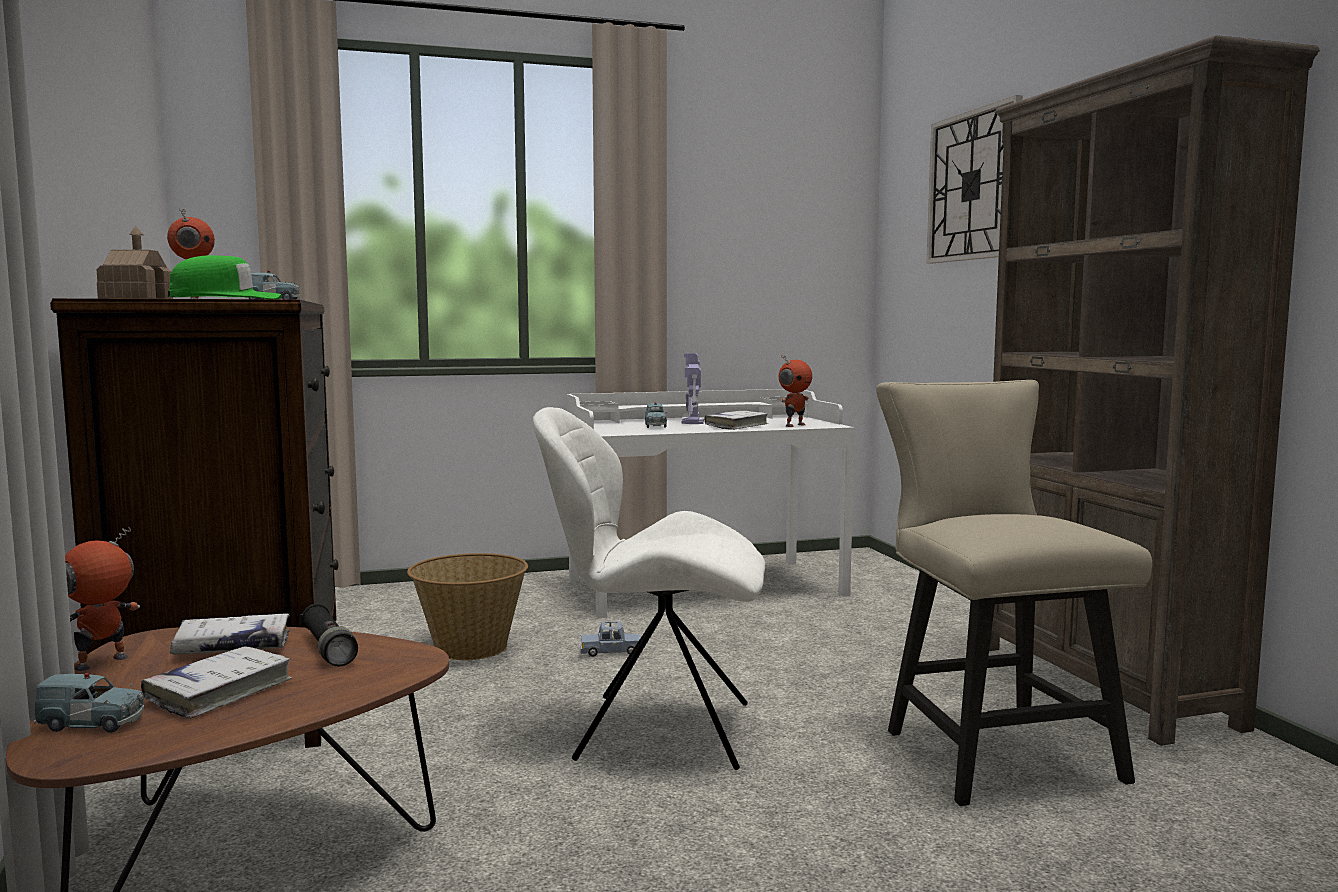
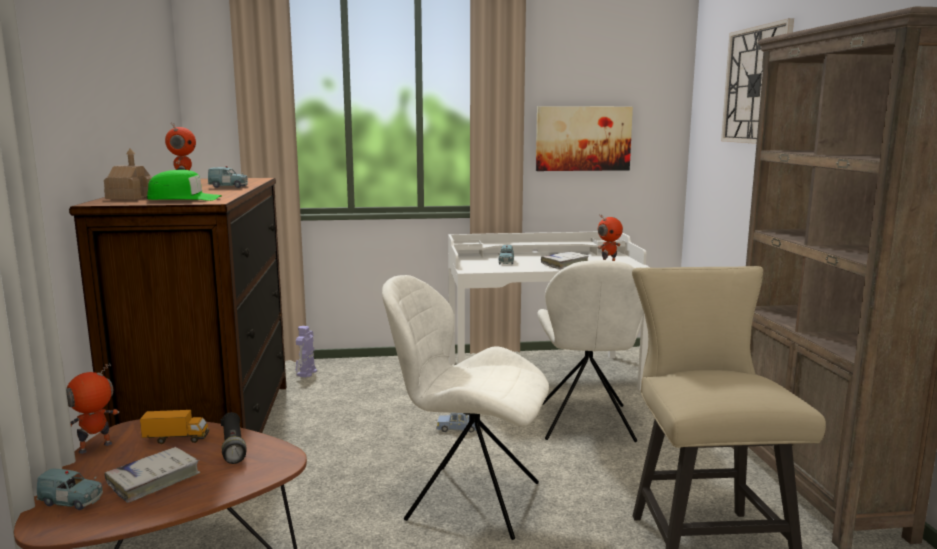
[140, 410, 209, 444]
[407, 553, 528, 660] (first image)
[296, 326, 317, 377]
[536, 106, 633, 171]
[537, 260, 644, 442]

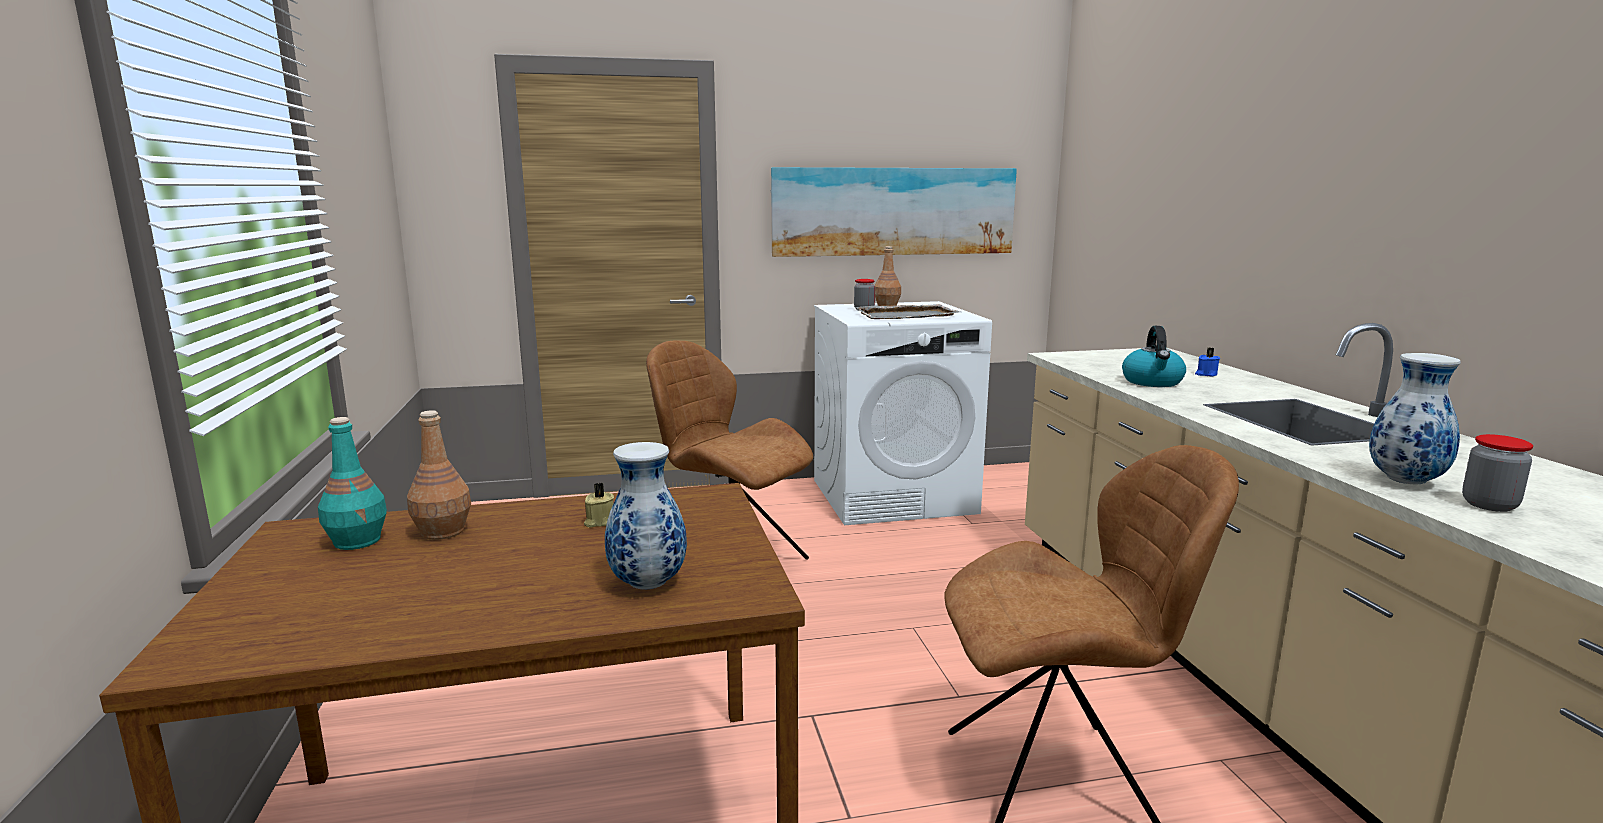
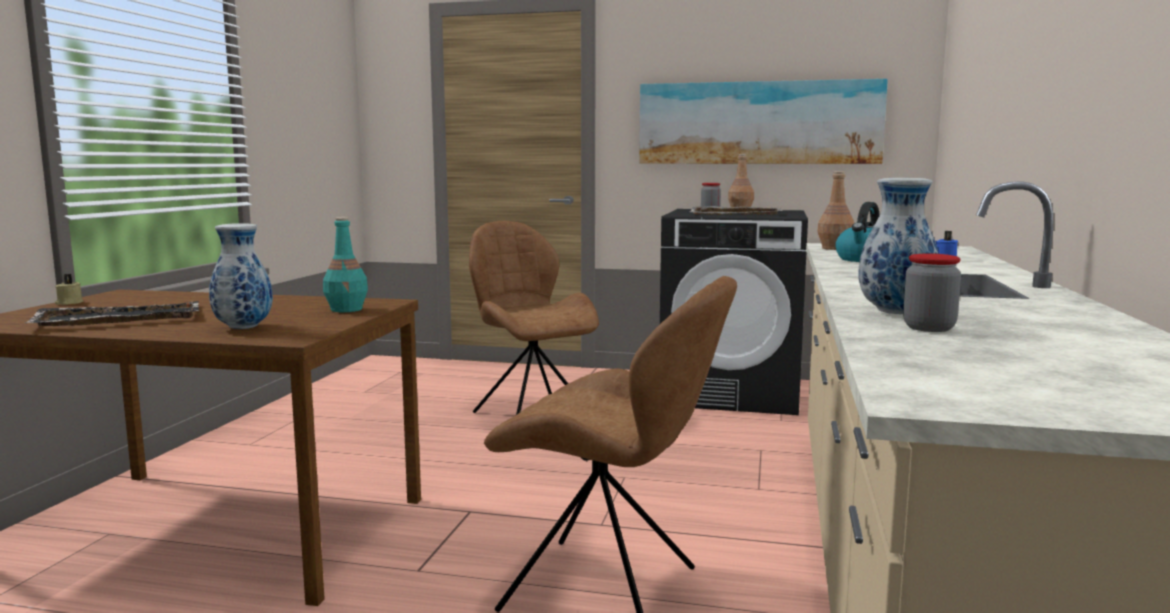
[323, 217, 368, 312]
[817, 171, 854, 250]
[55, 274, 84, 305]
[660, 209, 808, 415]
[25, 301, 199, 326]

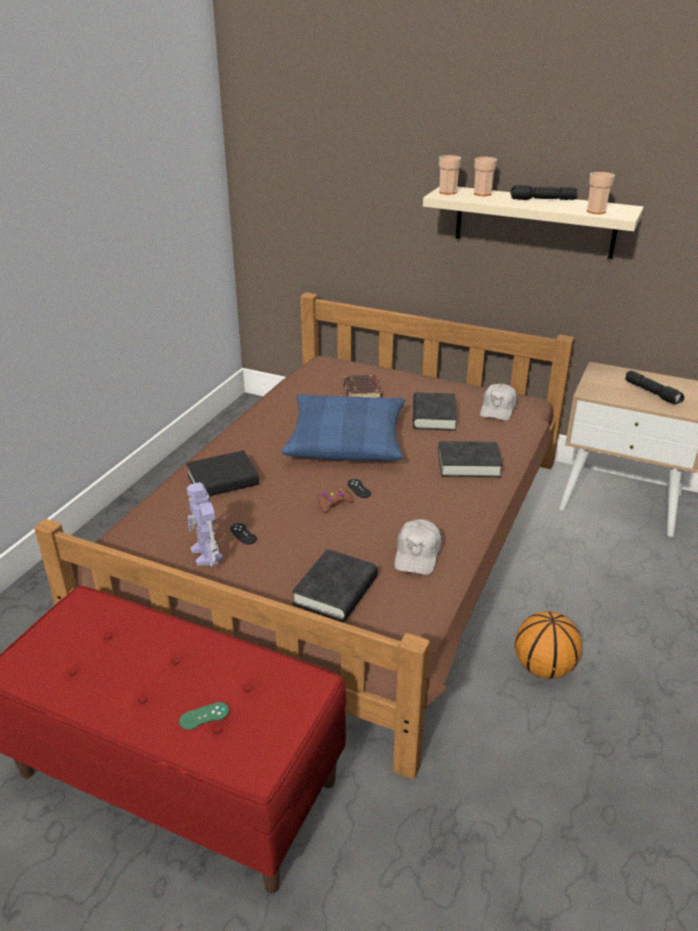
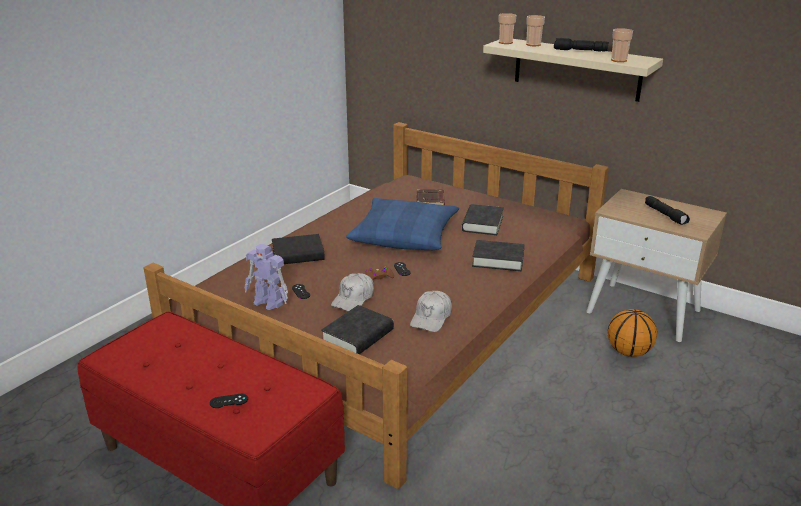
[210, 394, 248, 408]
[244, 244, 288, 310]
[331, 273, 374, 311]
[608, 309, 657, 357]

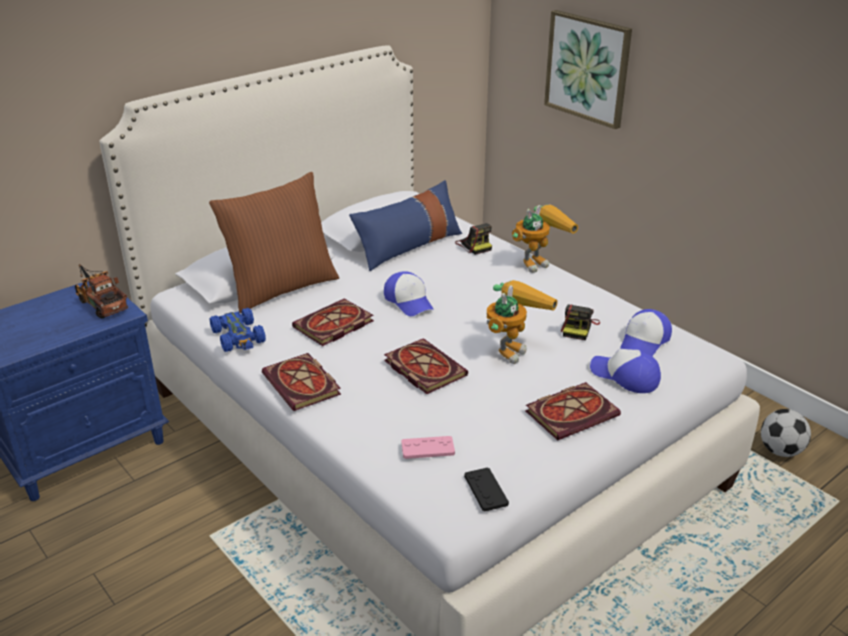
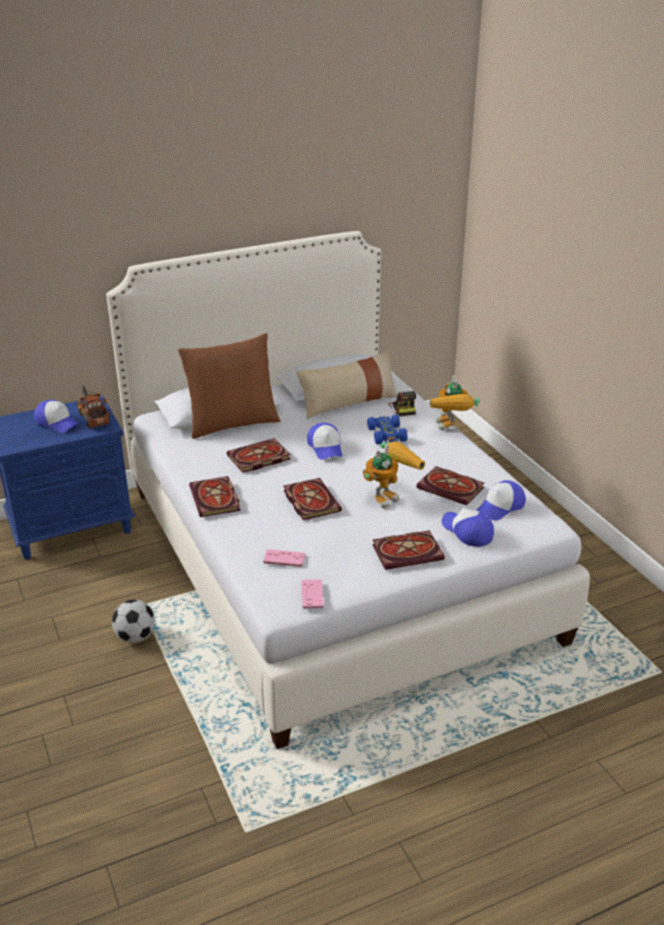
[367, 415, 408, 444]
[296, 350, 397, 419]
[302, 579, 324, 609]
[430, 375, 480, 430]
[544, 10, 632, 129] (first image)
[416, 466, 484, 505]
[112, 600, 155, 643]
[34, 400, 79, 433]

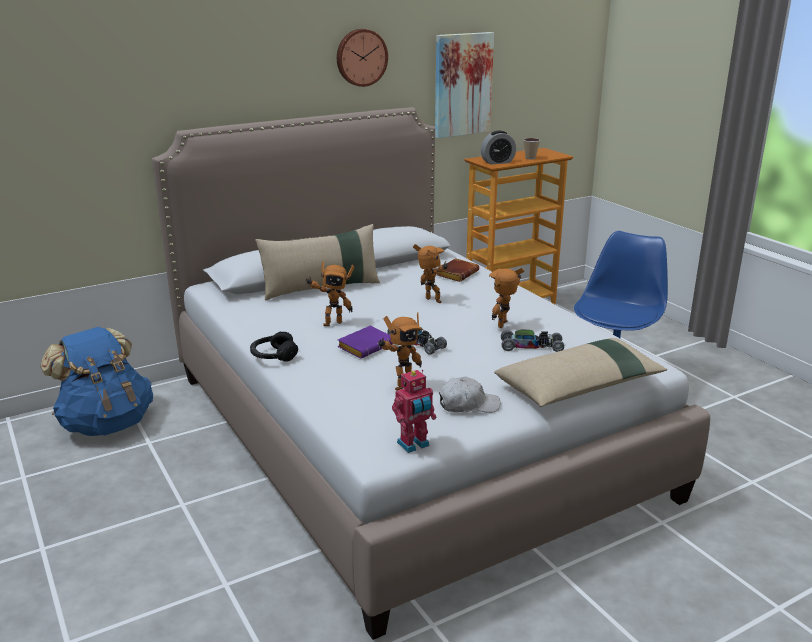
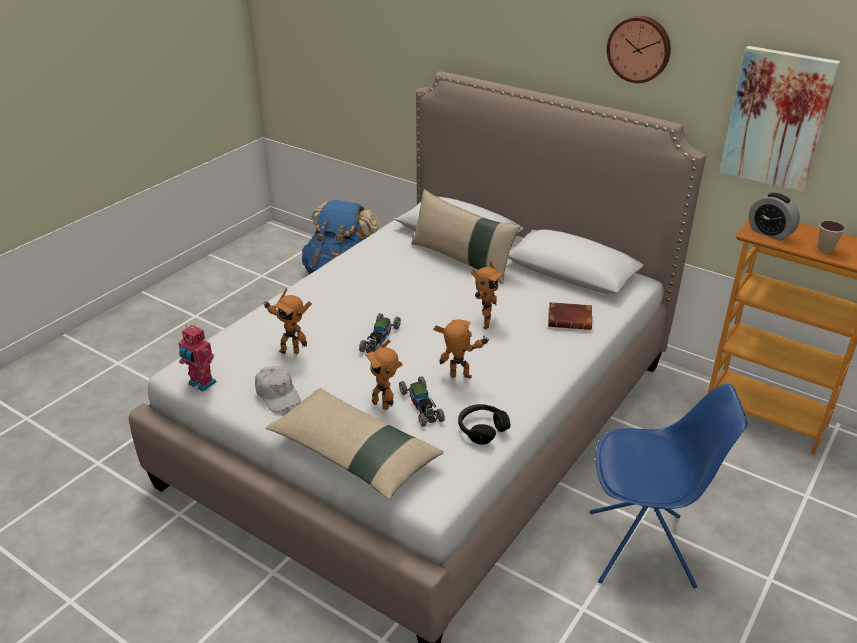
[458, 404, 510, 445]
[365, 339, 403, 410]
[337, 326, 393, 359] (first image)

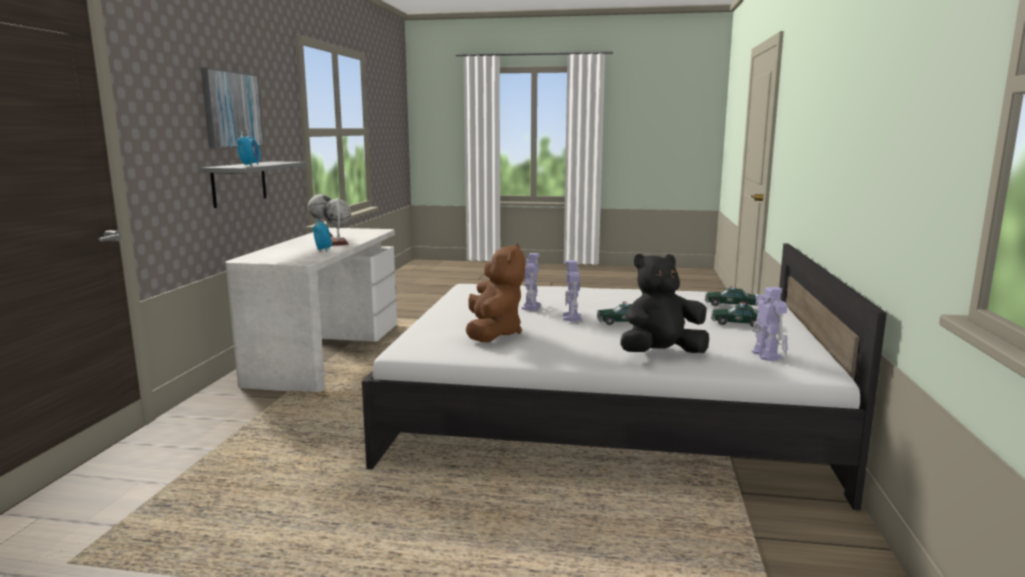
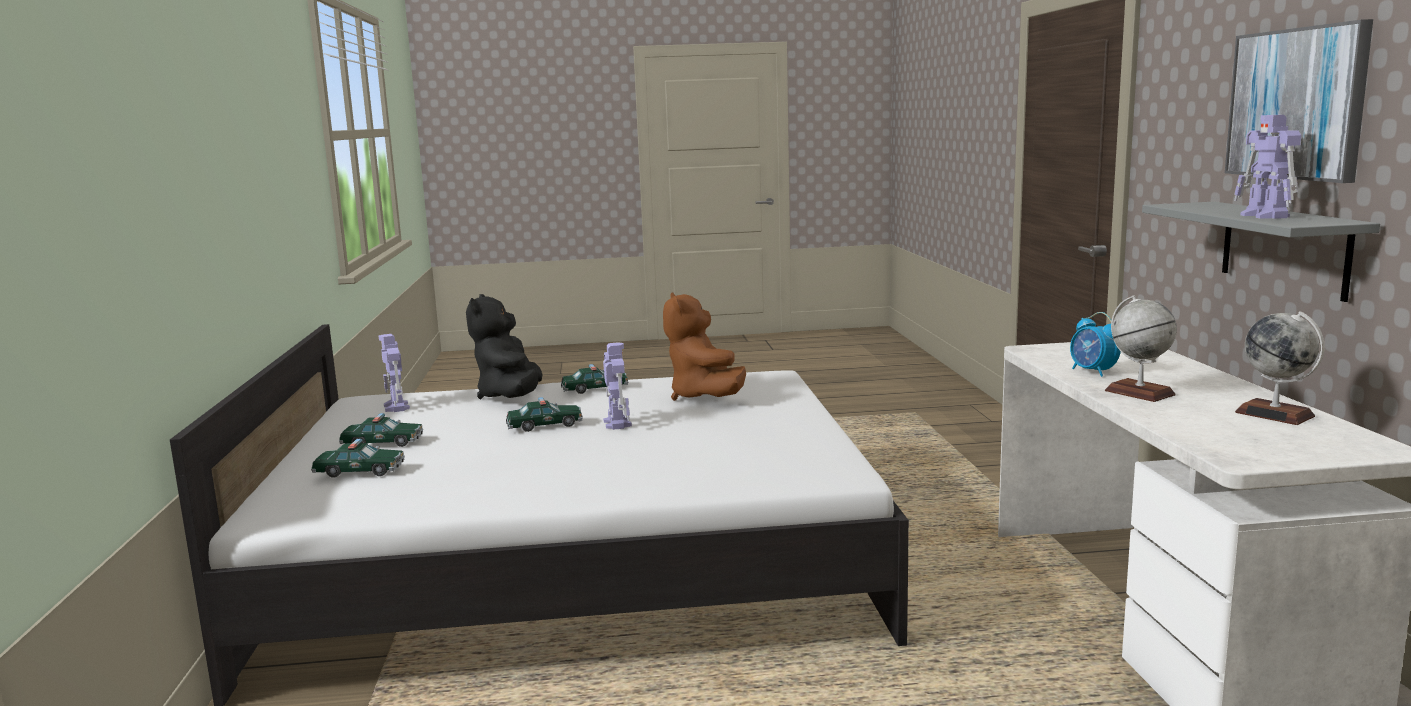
[237, 131, 261, 166] (first image)
[1234, 115, 1301, 219]
[466, 294, 543, 399]
[561, 364, 628, 394]

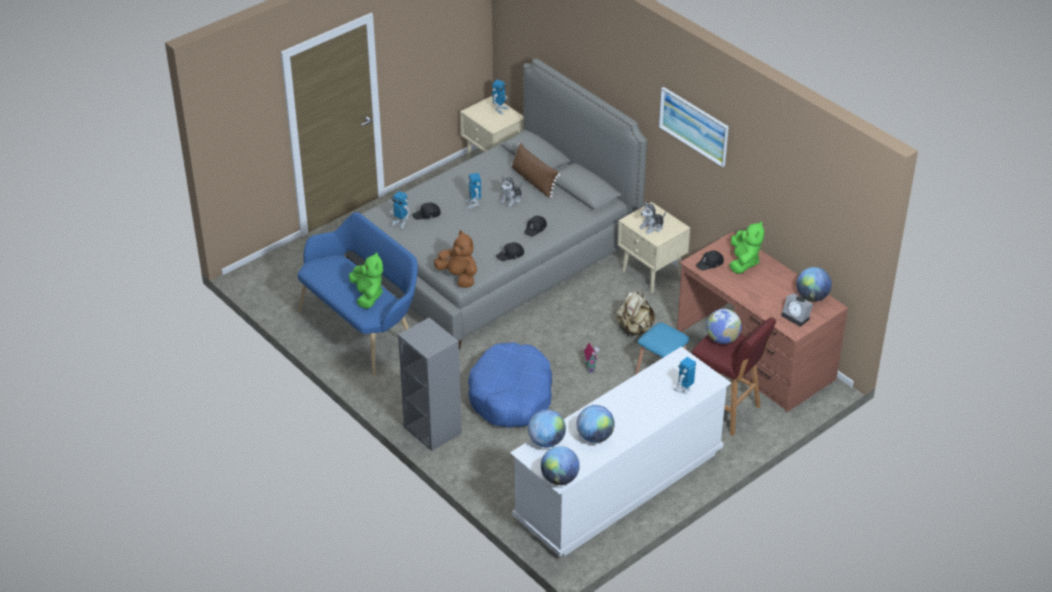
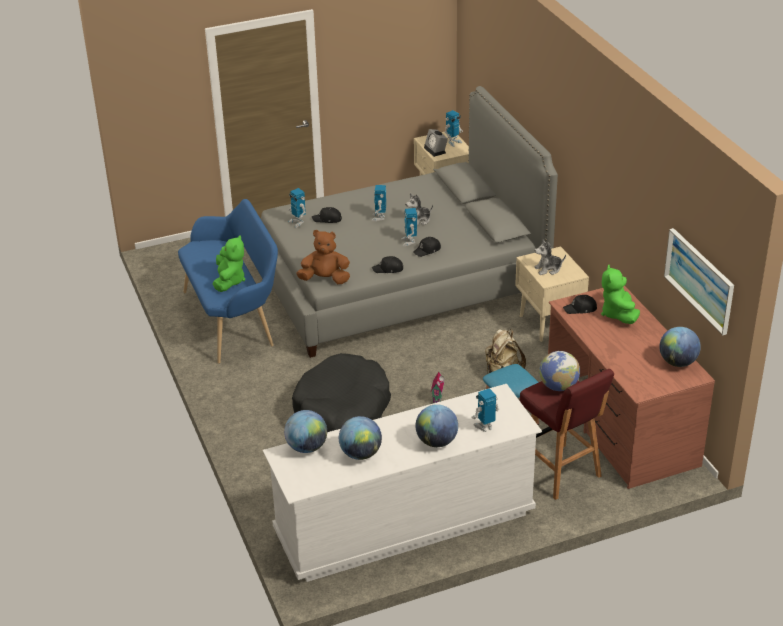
[398, 318, 462, 451] (first image)
[296, 230, 350, 284]
[292, 353, 391, 432]
[511, 143, 560, 198] (first image)
[415, 404, 458, 447]
[664, 228, 734, 336]
[601, 265, 640, 324]
[424, 129, 448, 157]
[401, 208, 417, 246]

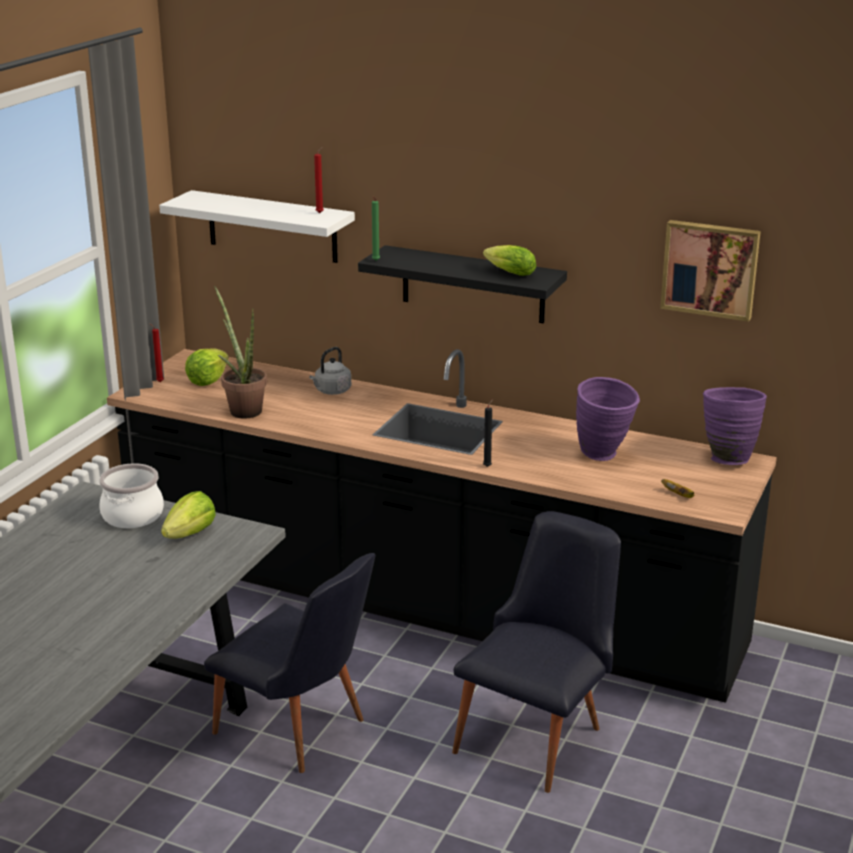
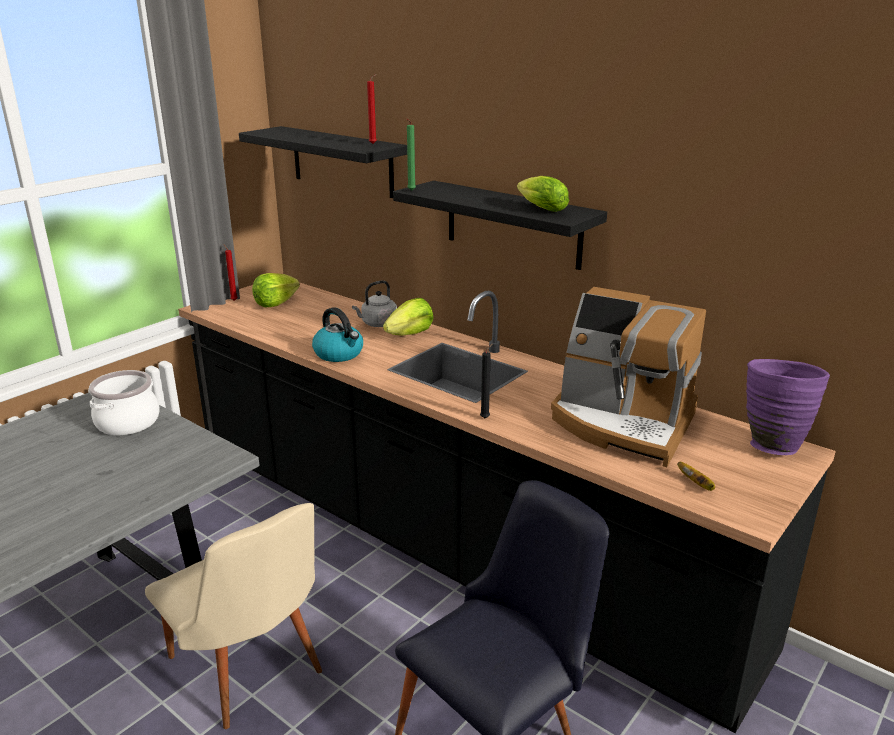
[239, 126, 407, 198]
[383, 298, 433, 336]
[145, 503, 322, 729]
[214, 286, 267, 419] (first image)
[551, 287, 706, 467]
[660, 220, 761, 322] (first image)
[312, 307, 363, 362]

